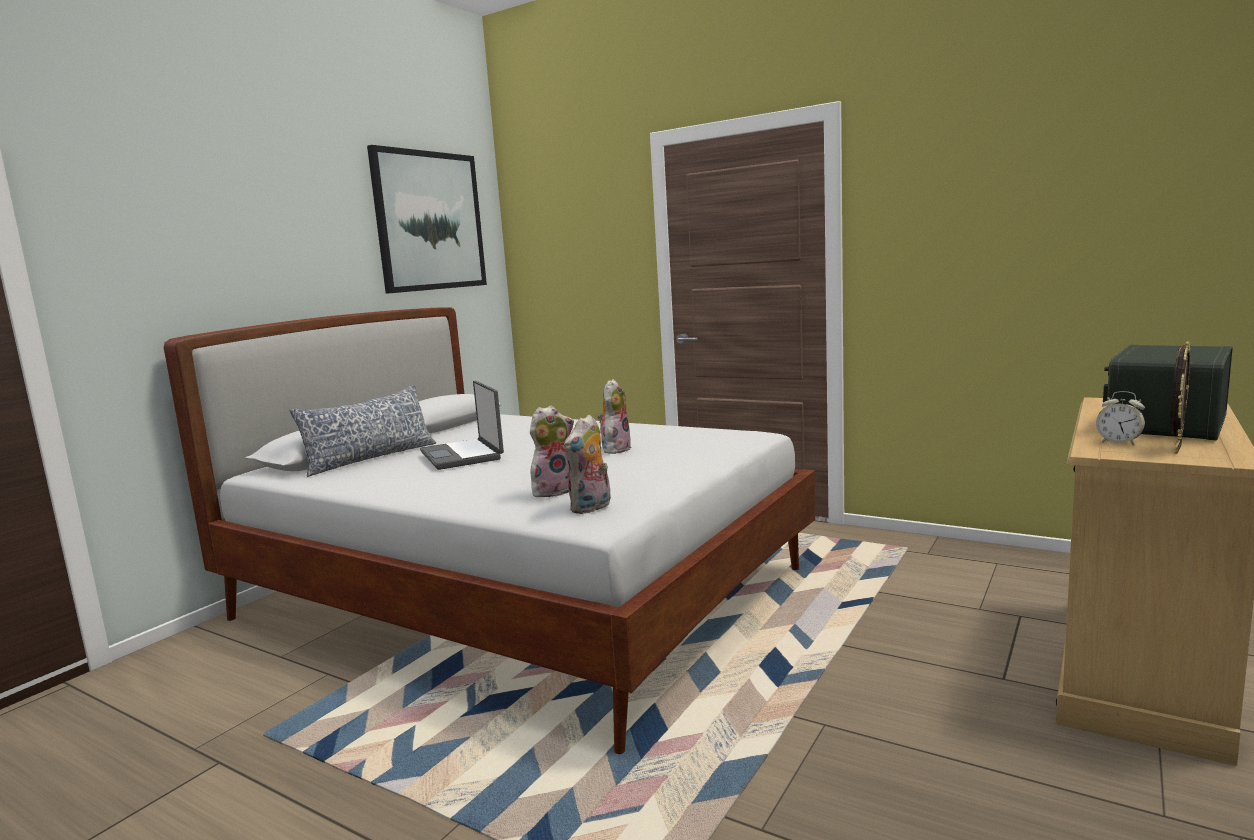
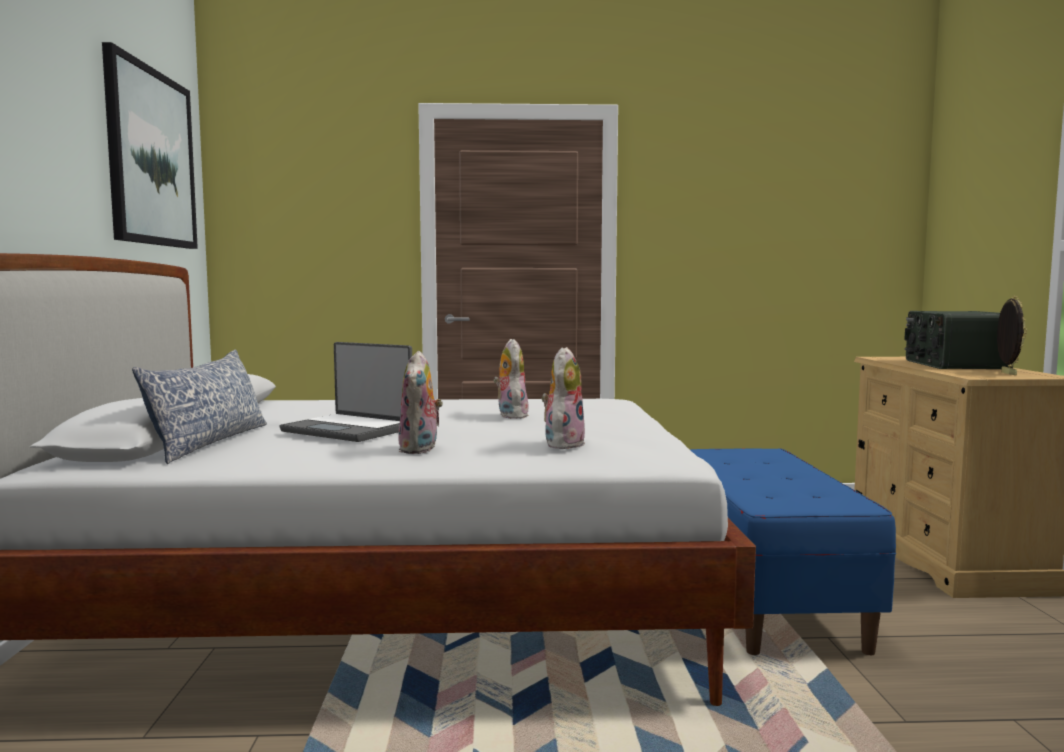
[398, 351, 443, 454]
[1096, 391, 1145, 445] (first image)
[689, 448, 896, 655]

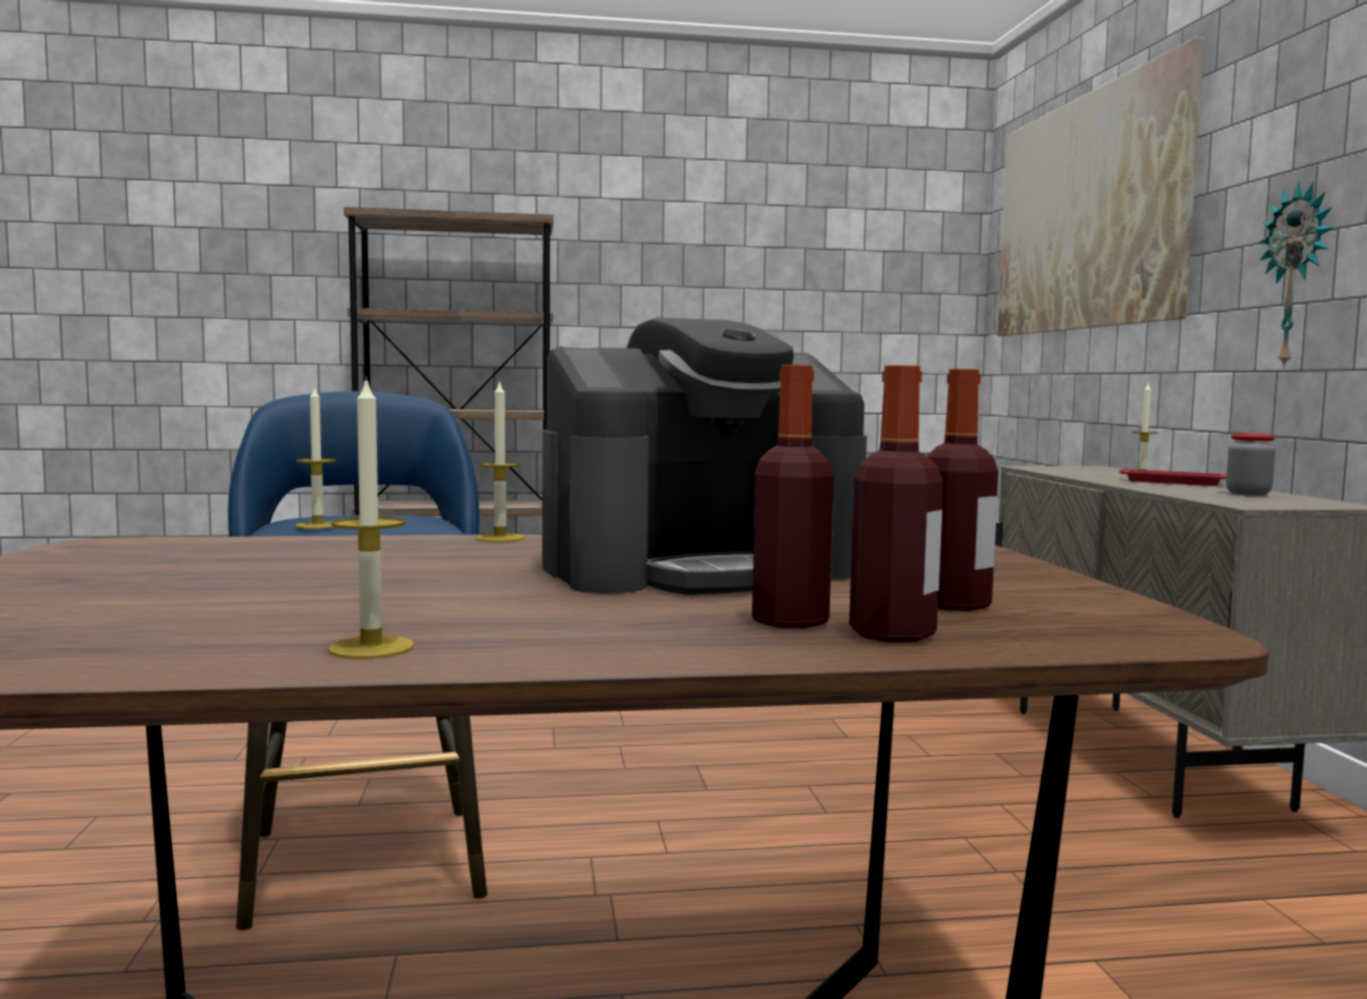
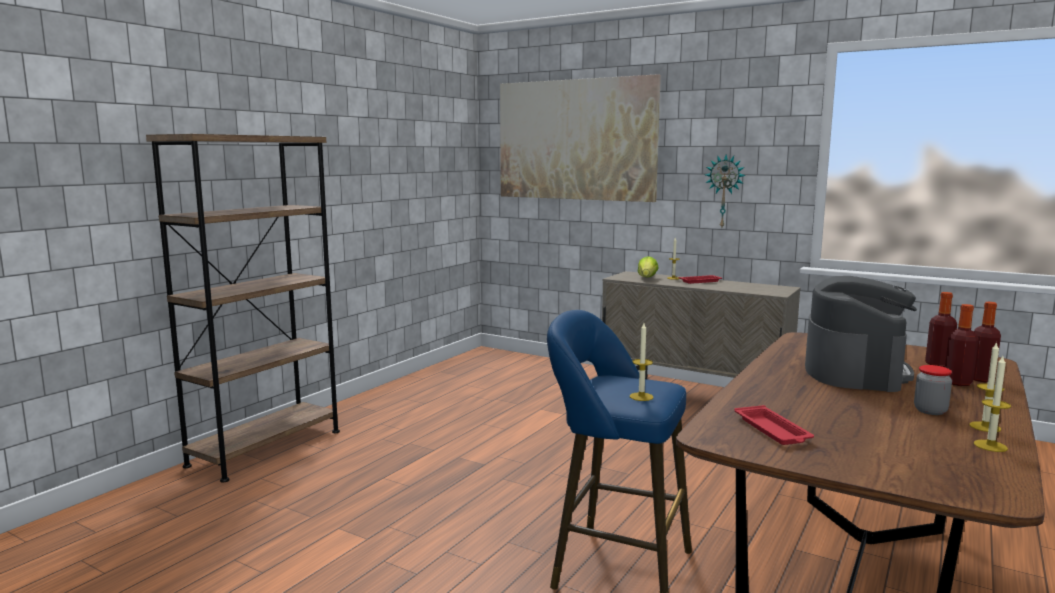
[974, 356, 1011, 452]
[914, 365, 952, 415]
[637, 256, 659, 277]
[734, 405, 814, 445]

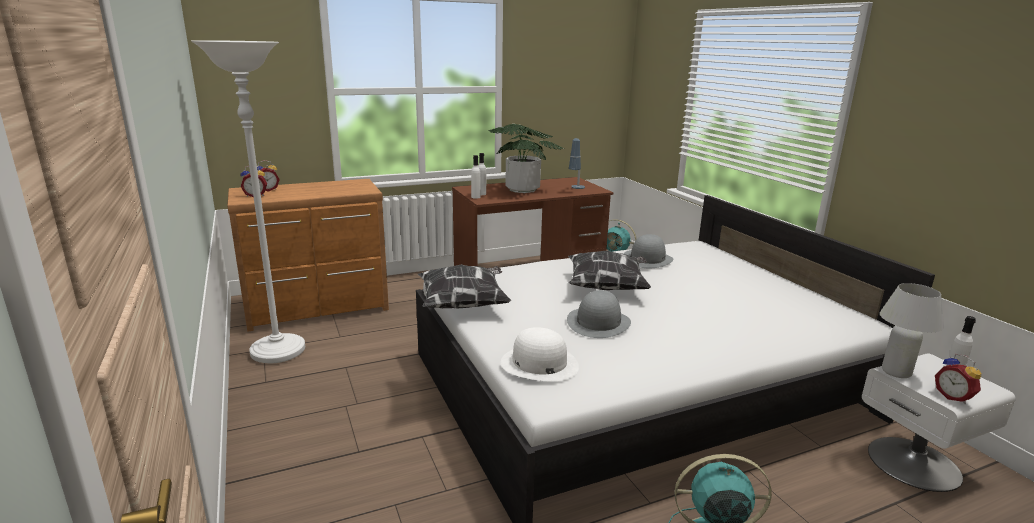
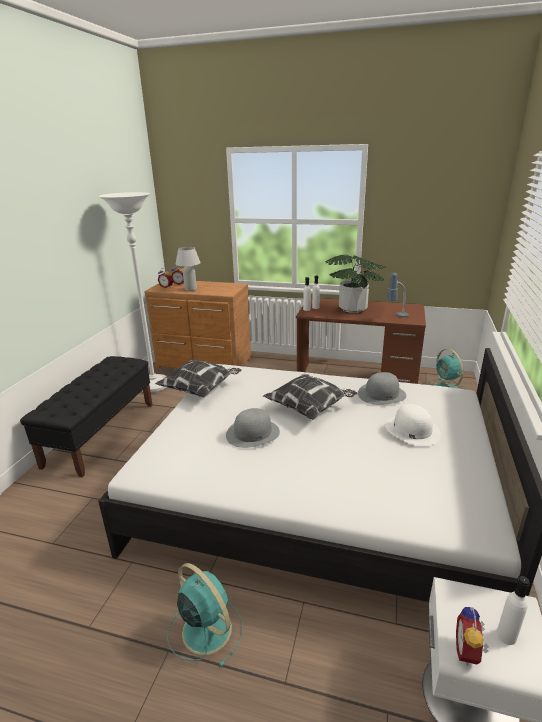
[385, 404, 441, 446]
[176, 247, 201, 291]
[20, 356, 153, 477]

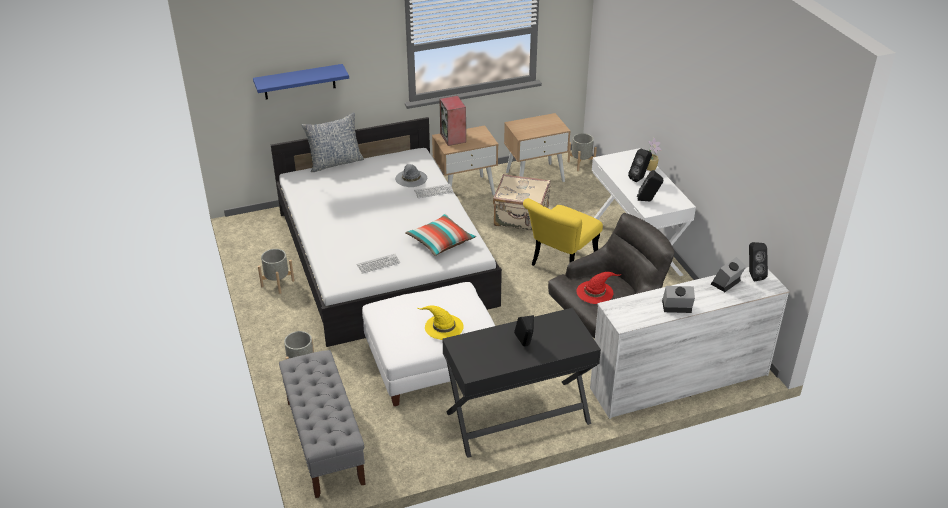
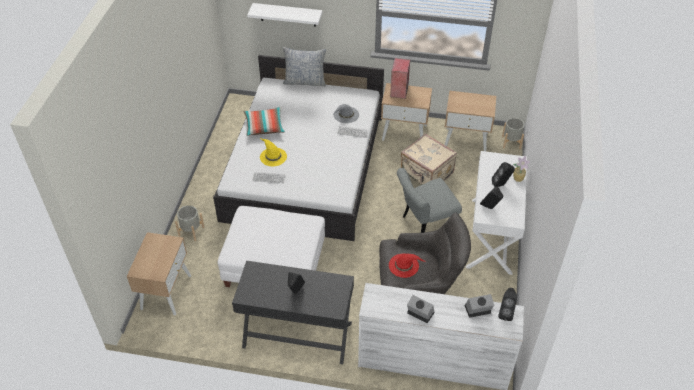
[247, 3, 323, 27]
[258, 249, 294, 294] (first image)
[127, 232, 191, 316]
[243, 107, 285, 136]
[260, 138, 287, 166]
[397, 168, 462, 233]

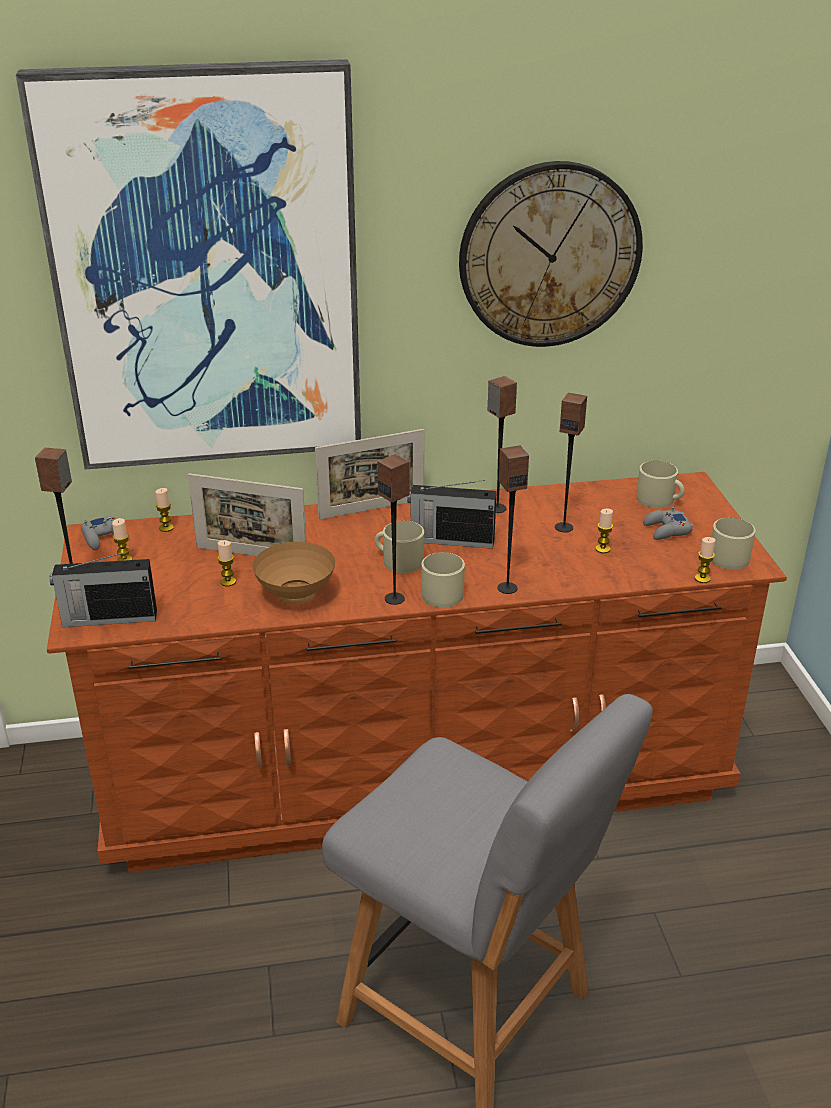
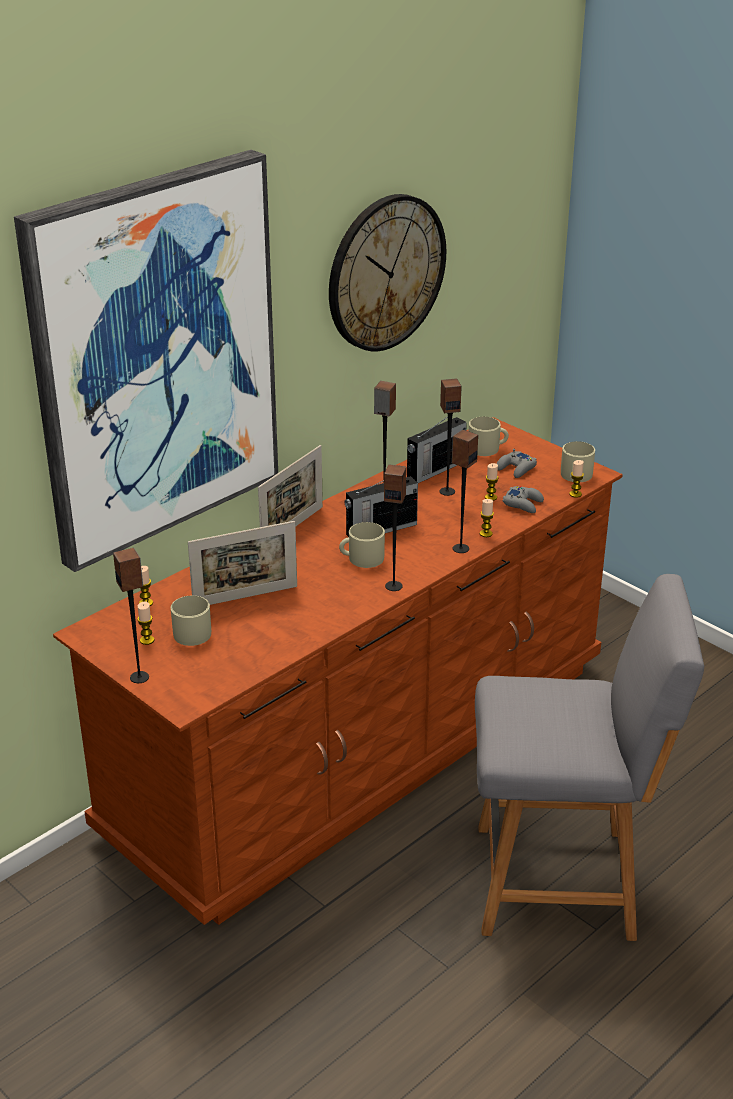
[407, 416, 467, 483]
[503, 486, 544, 513]
[480, 499, 494, 537]
[252, 542, 335, 604] (first image)
[171, 595, 211, 646]

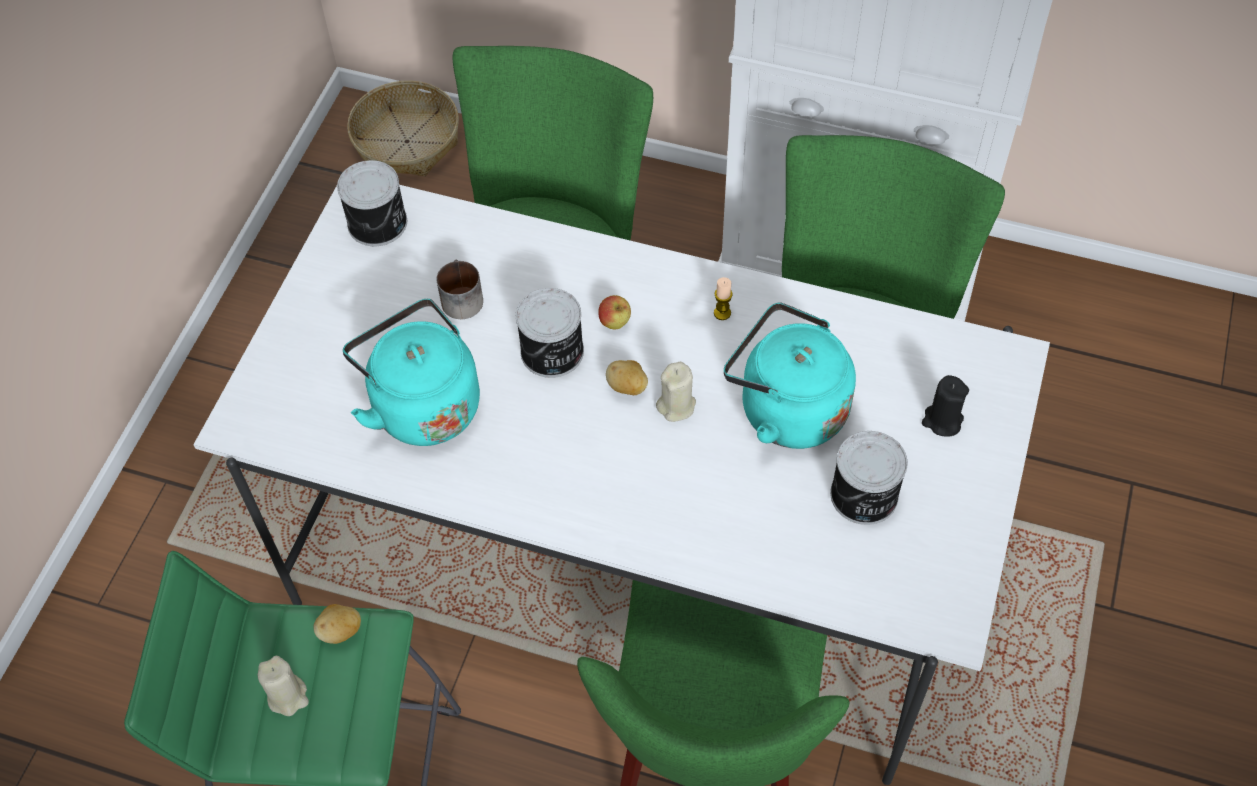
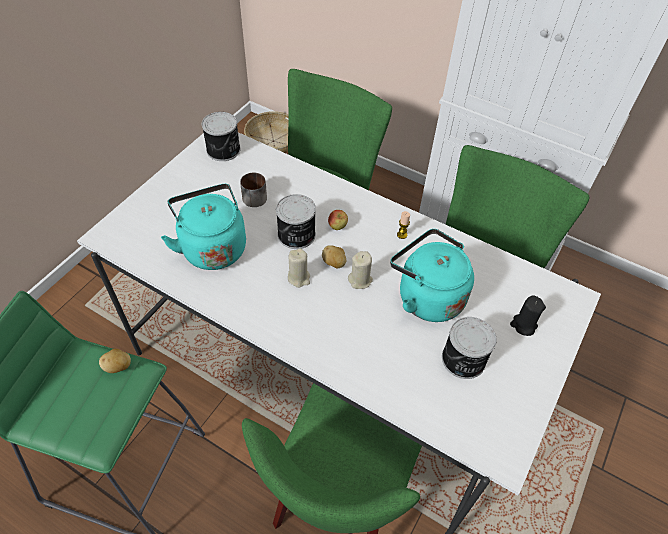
[288, 248, 310, 288]

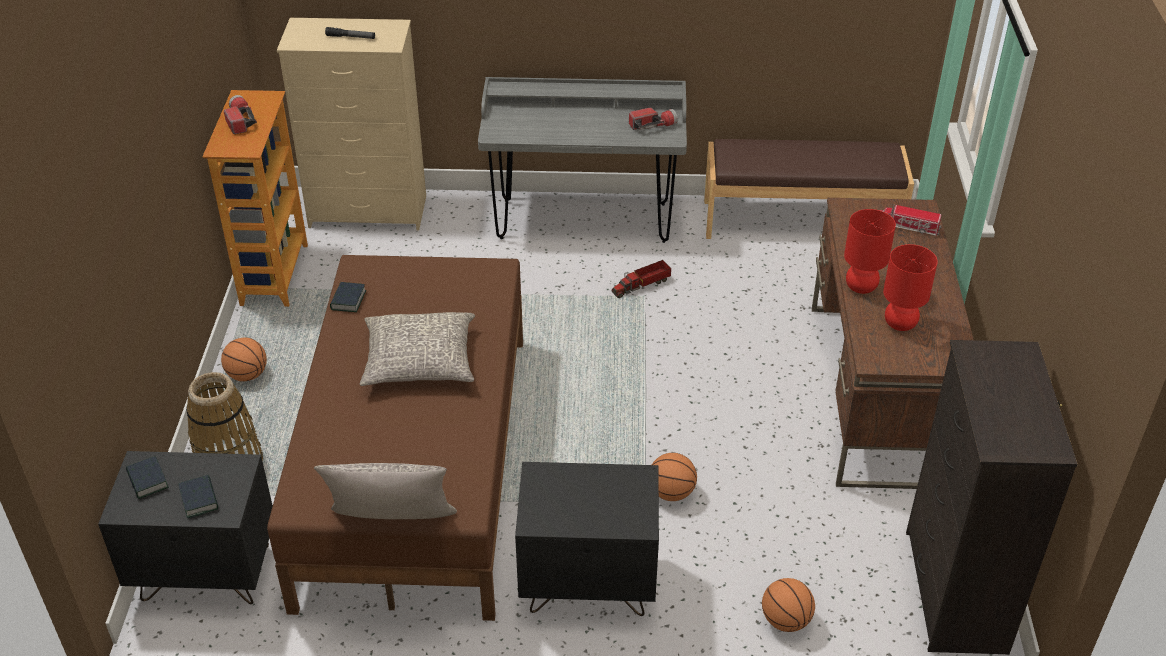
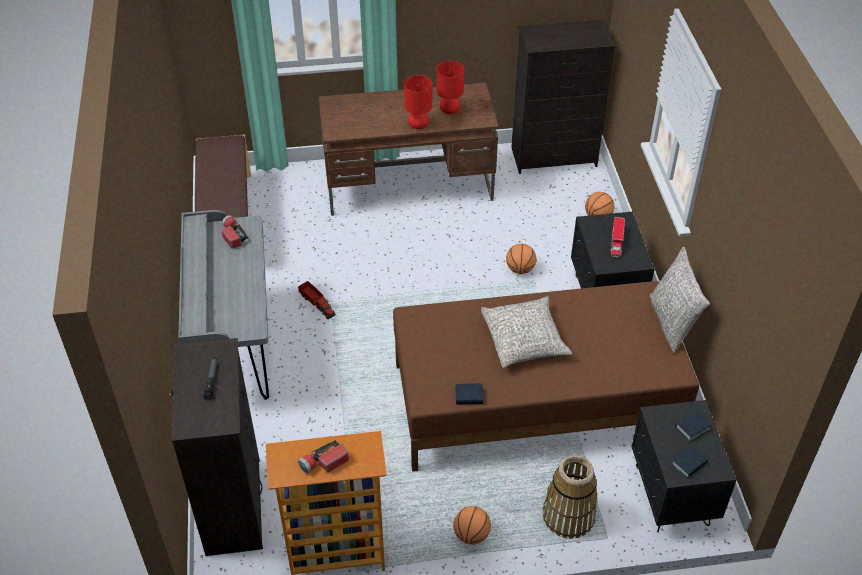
[169, 338, 263, 556]
[611, 217, 625, 257]

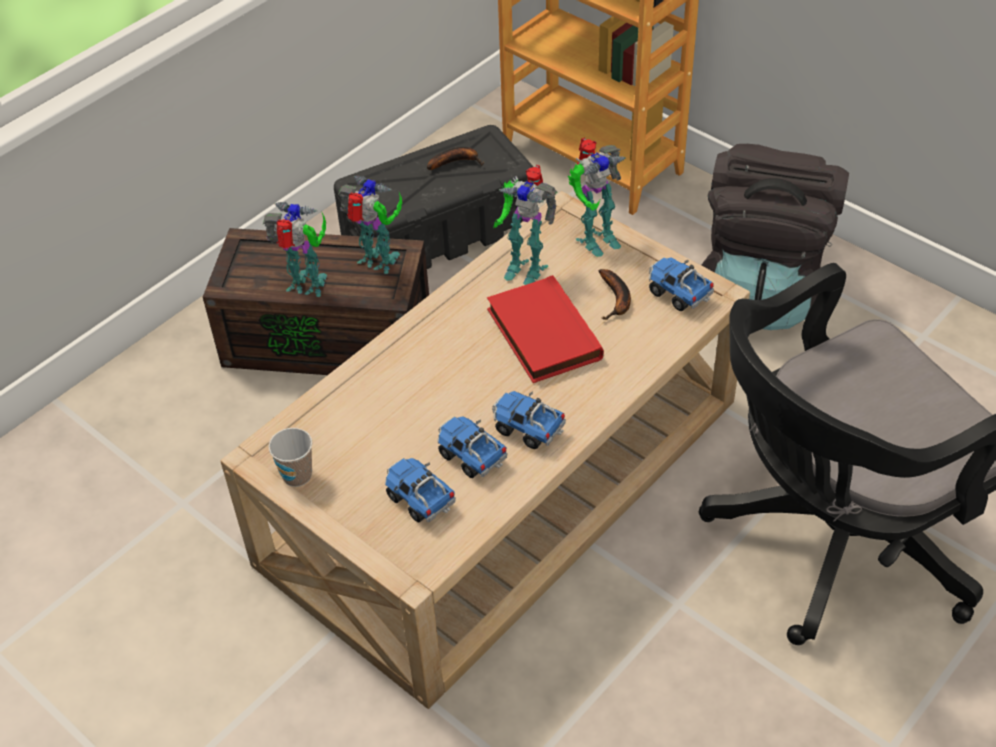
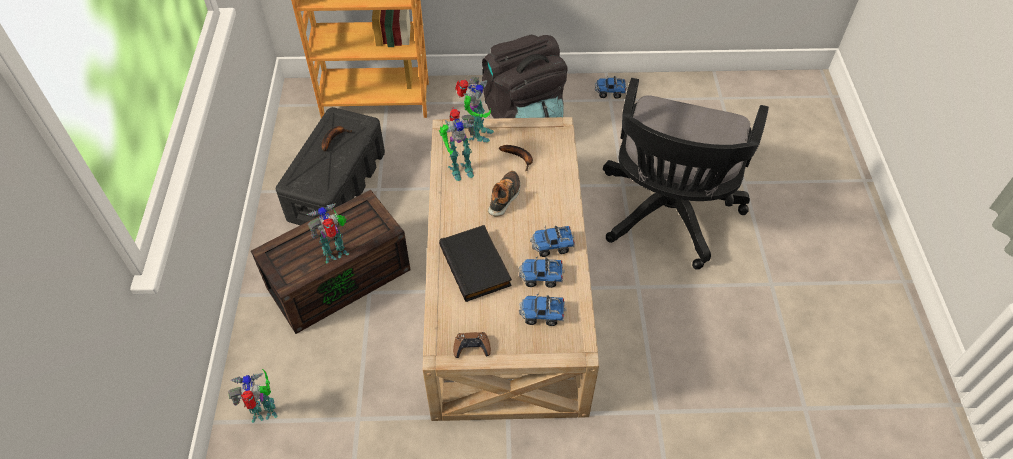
[453, 332, 491, 358]
[228, 369, 278, 423]
[488, 171, 520, 216]
[595, 76, 627, 99]
[439, 225, 512, 302]

